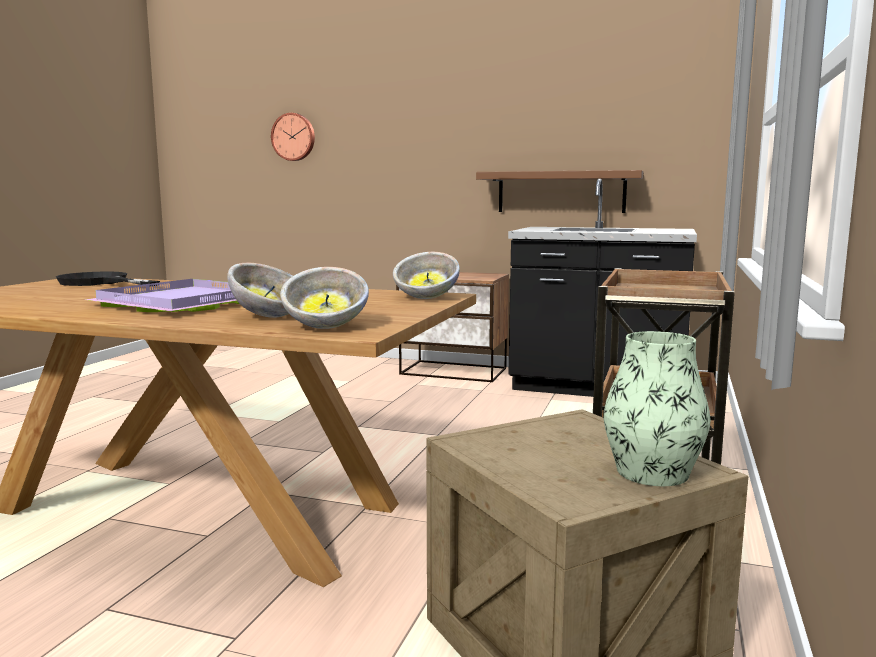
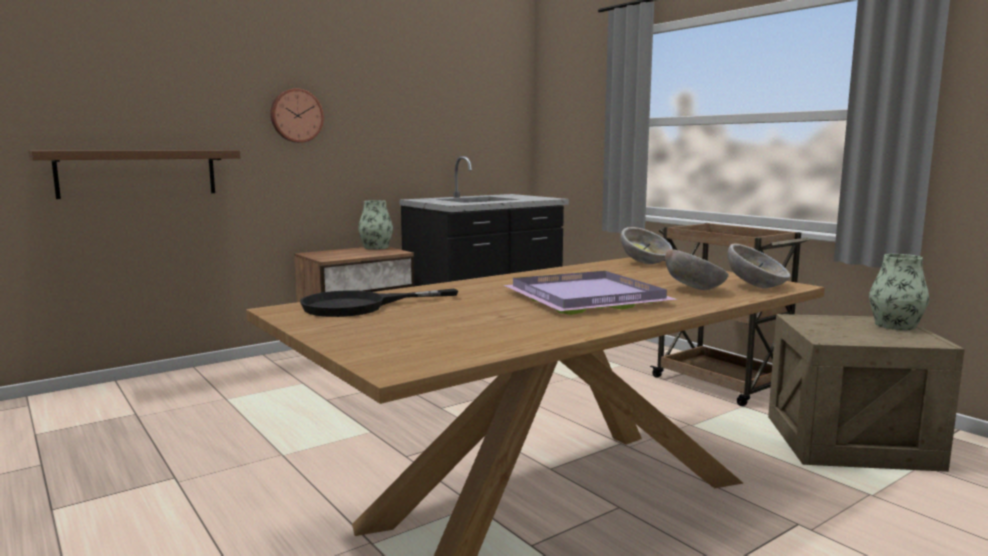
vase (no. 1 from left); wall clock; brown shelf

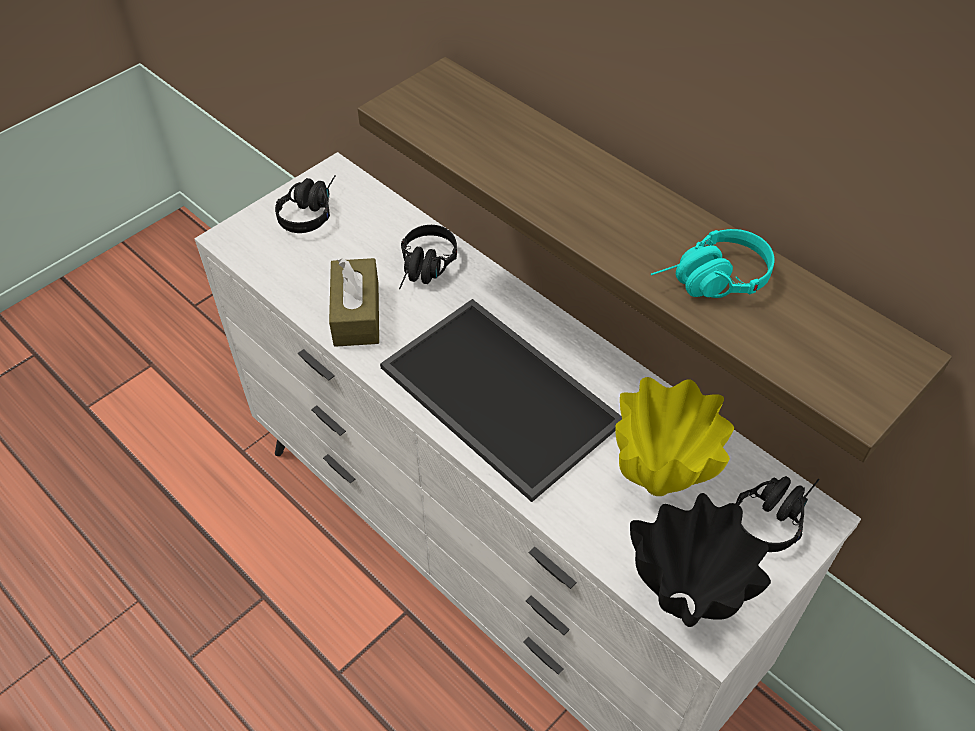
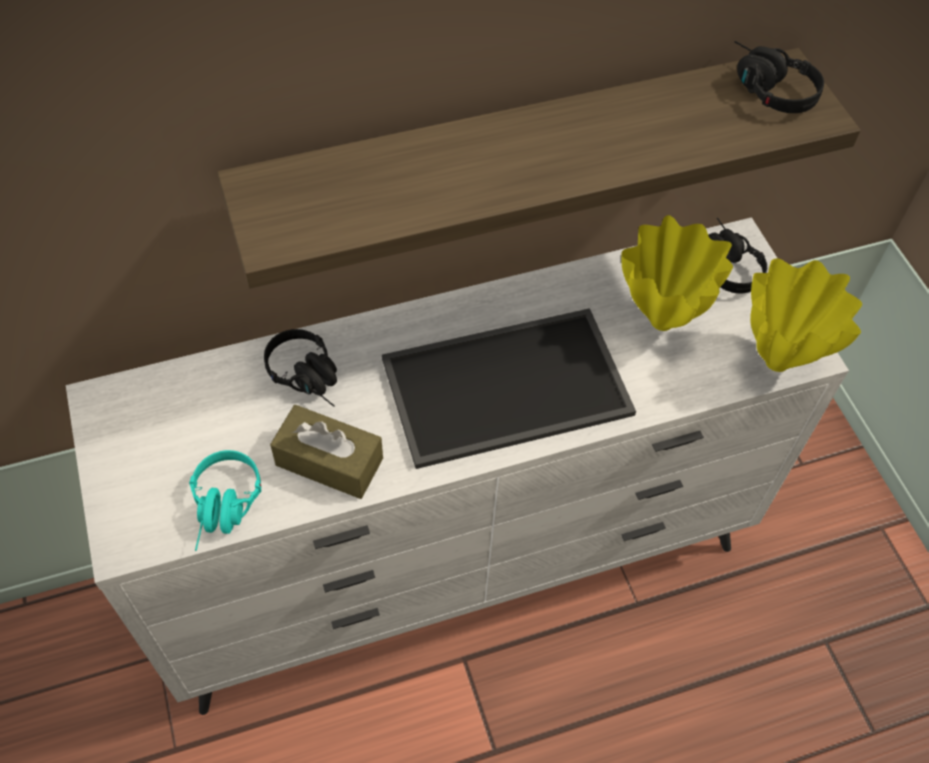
black headphones (no. 3 from left); turquoise headphones; yellow vase (no. 2 from left)

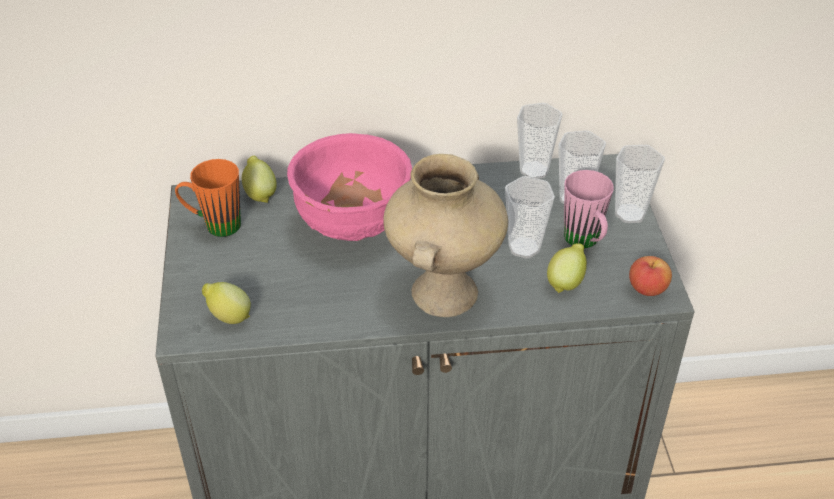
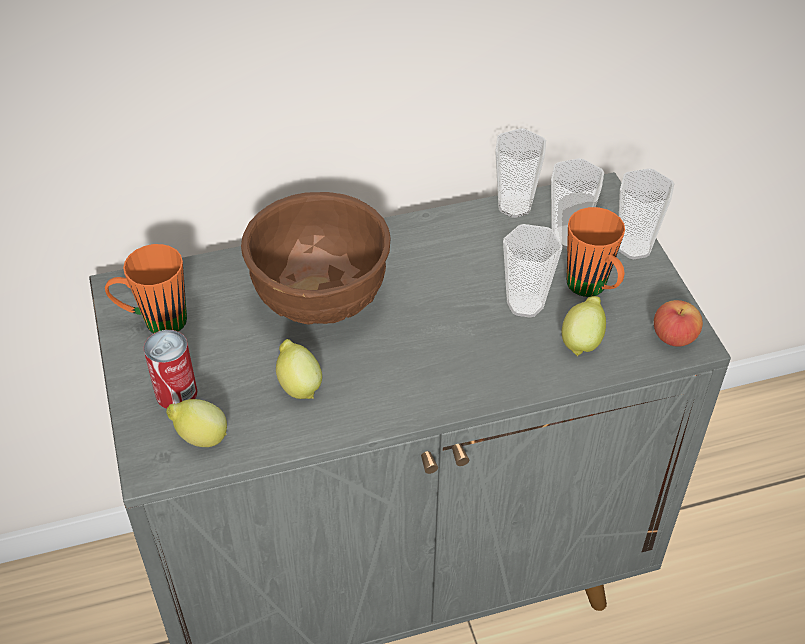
beige vase; can; lemon (no. 2 from left); brown bowl; orange mug (no. 2 from left)

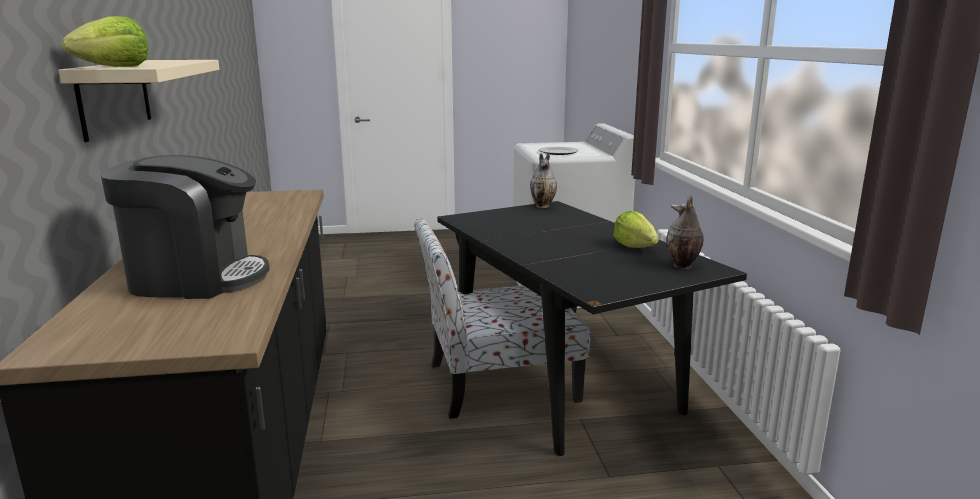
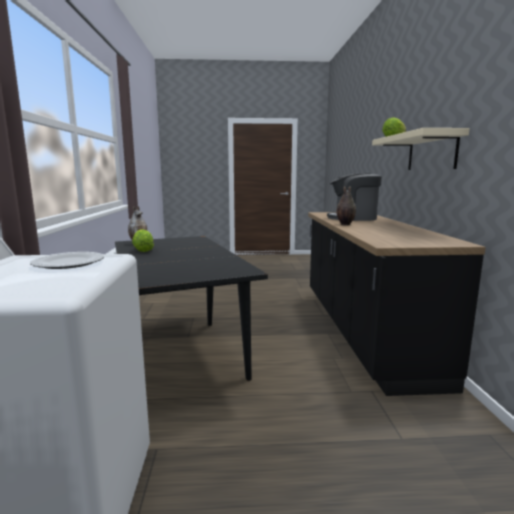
chair; vase (no. 2 from left)

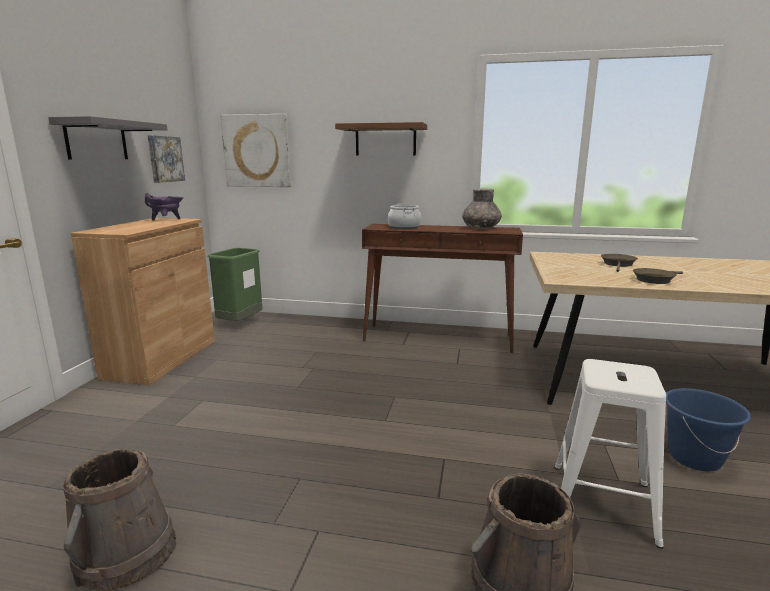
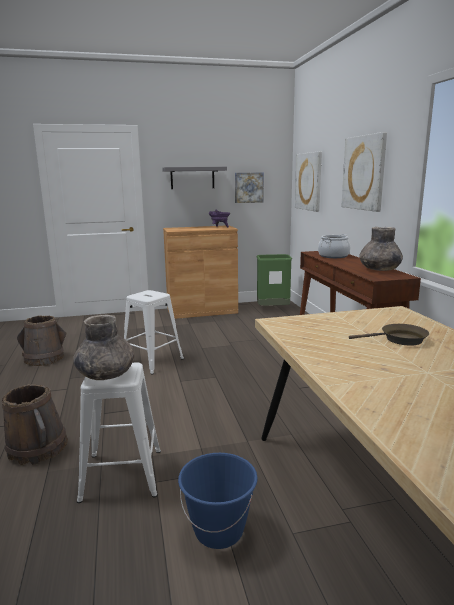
brown frying pan (no. 2 from left in the first image); grey vase (no. 1 from left); white stool (no. 2 from left); picture (no. 3 from left)

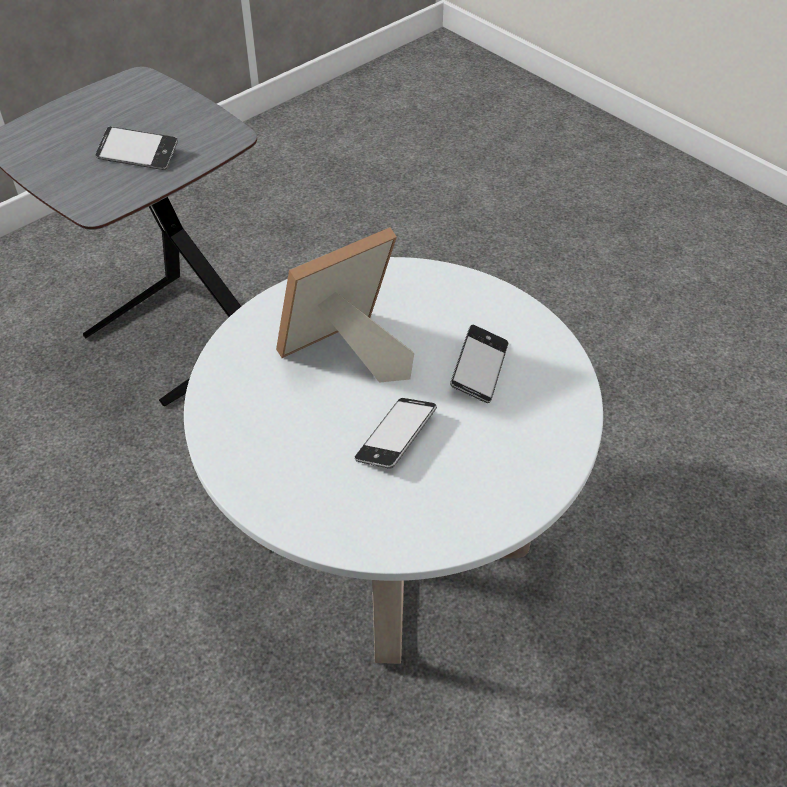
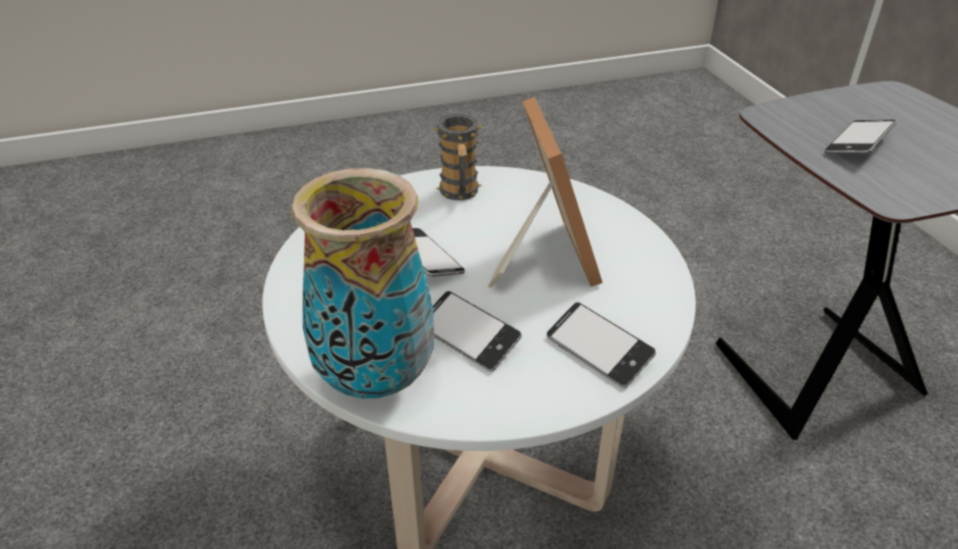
vase; mug; phone (no. 3 from left)

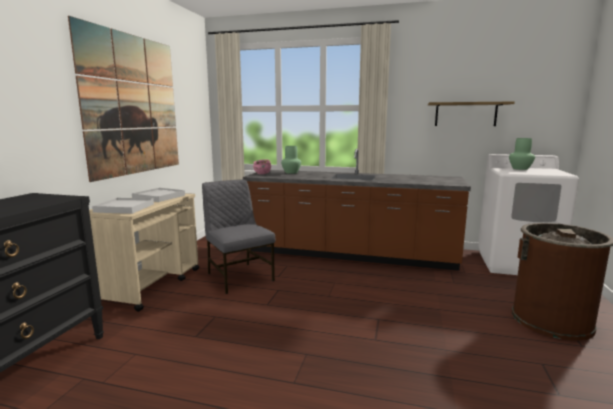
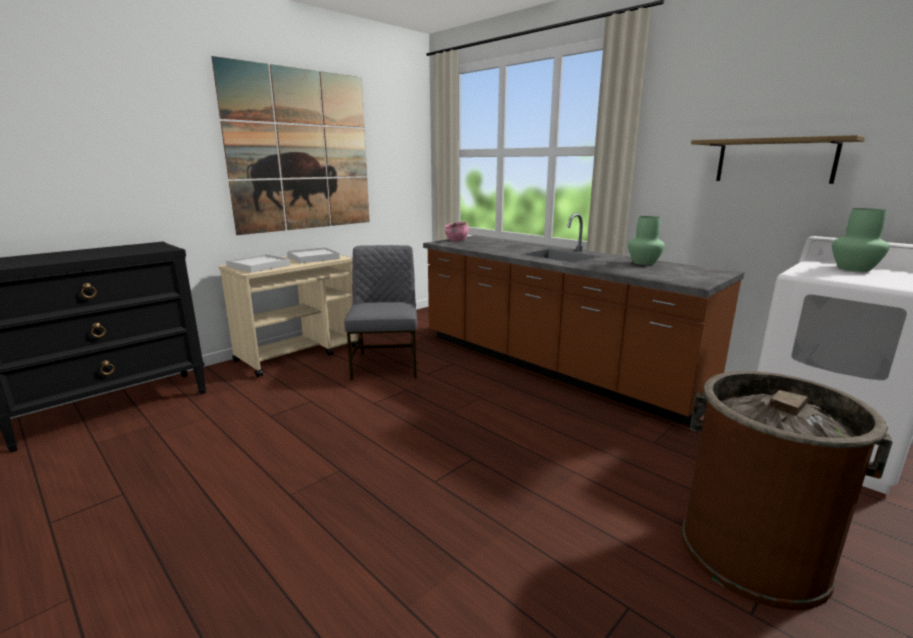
green vase (no. 1 from left)

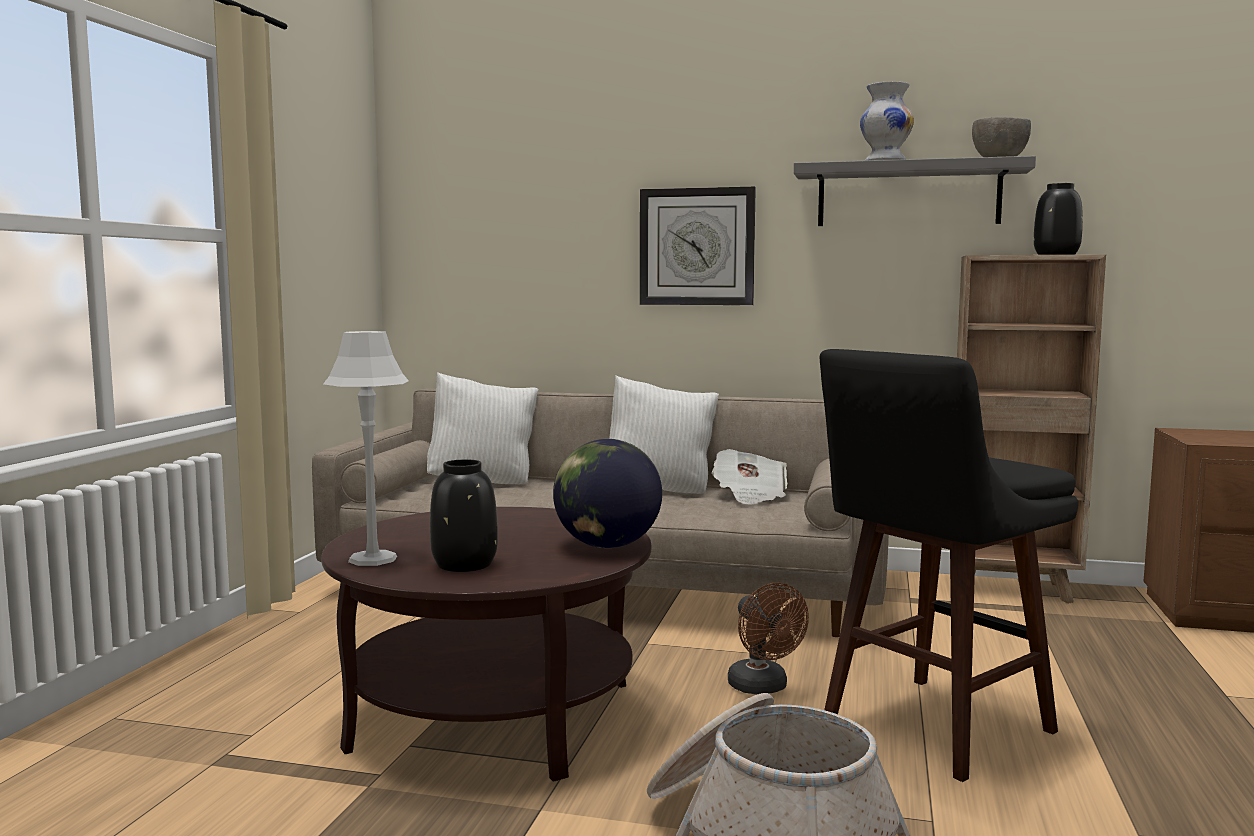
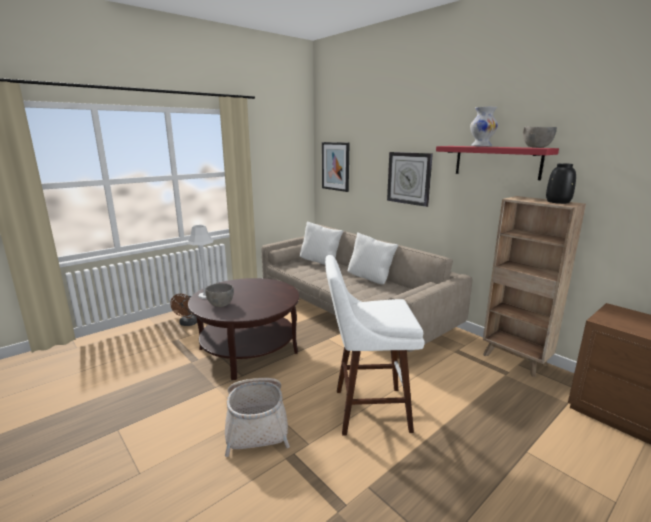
globe; newspaper; picture; brown fan; grey bowl (no. 1 from left); red shelf; white stool

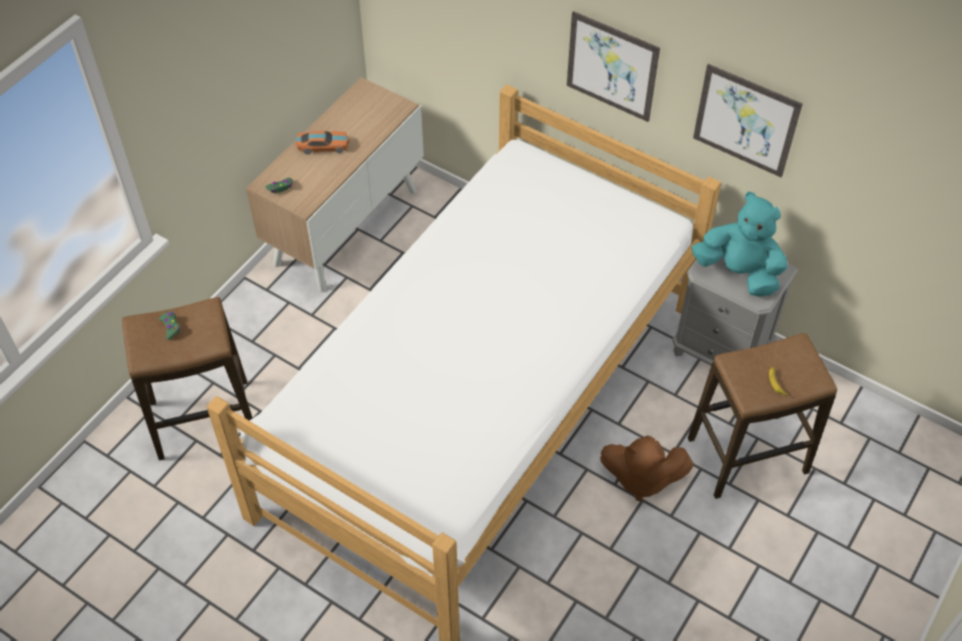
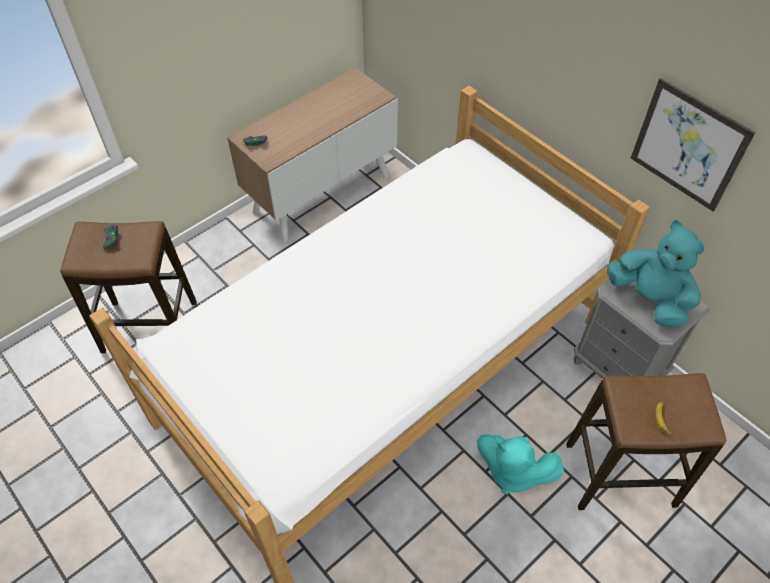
toy car; picture (no. 1 from left in the first image); turquoise plush toy (no. 1 from left)

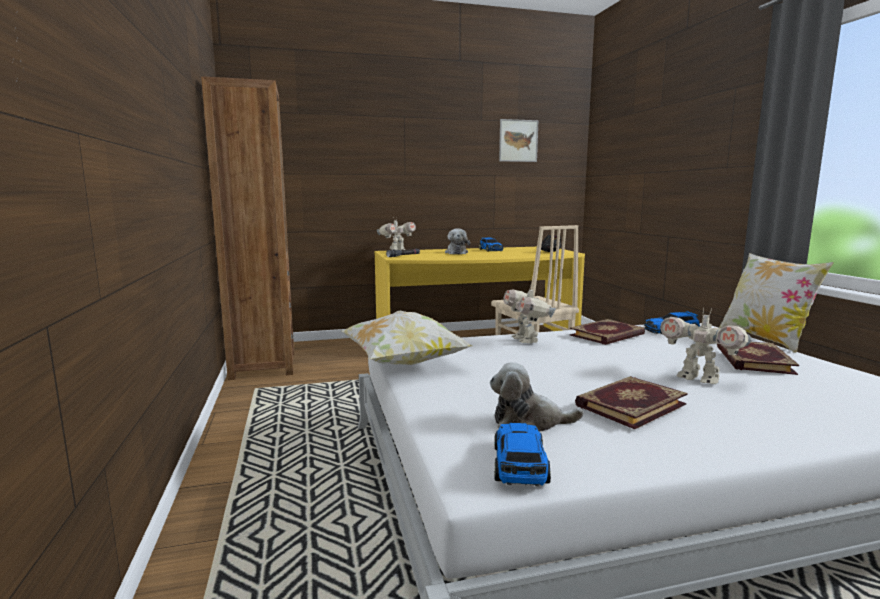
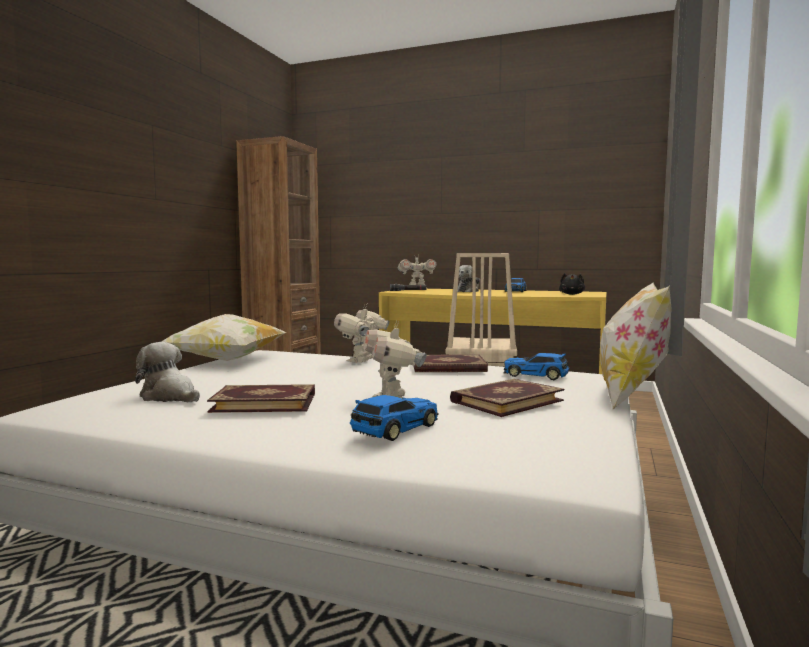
picture; toy car (no. 1 from left)

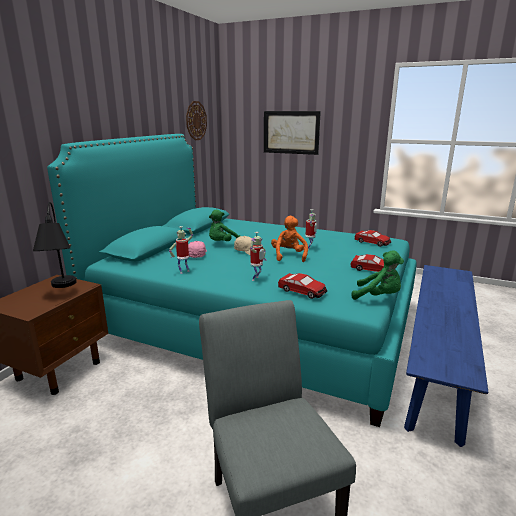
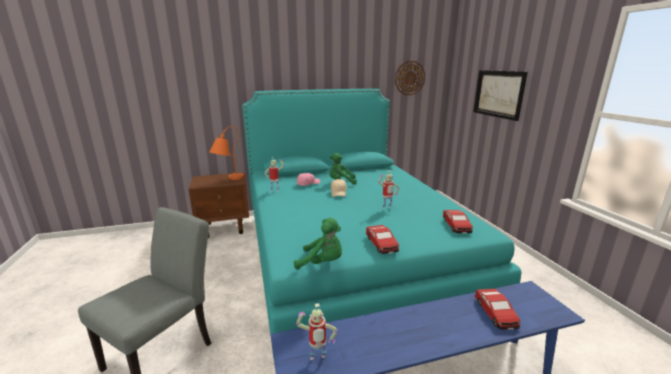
orange plush toy; toy robot (no. 2 from left); toy car (no. 3 from left); orange table lamp; green plush toy (no. 1 from left)

